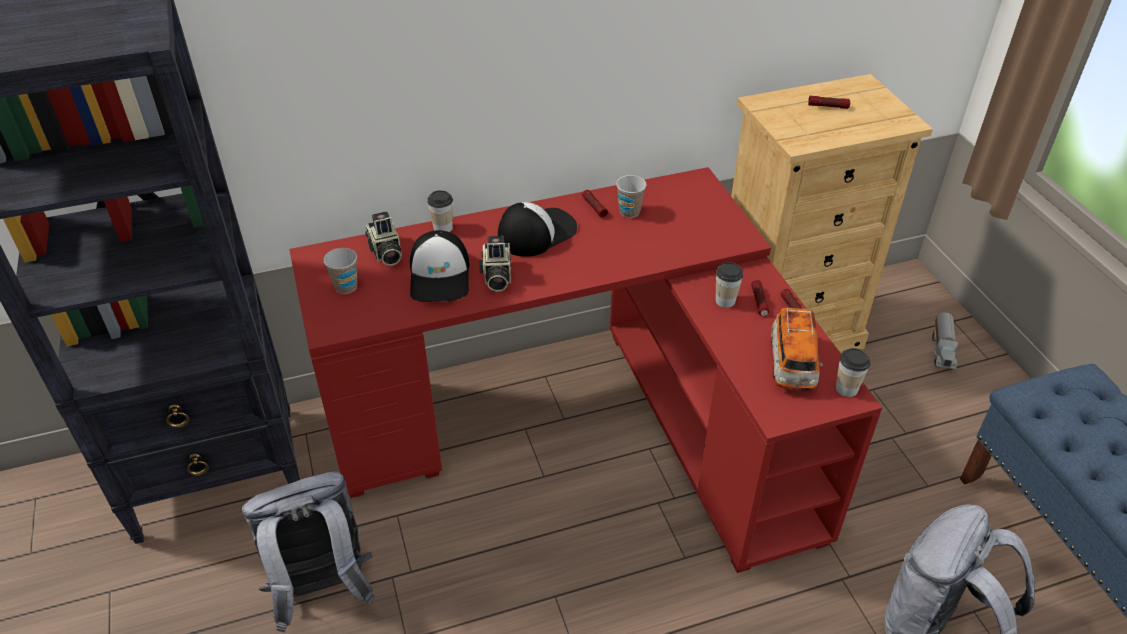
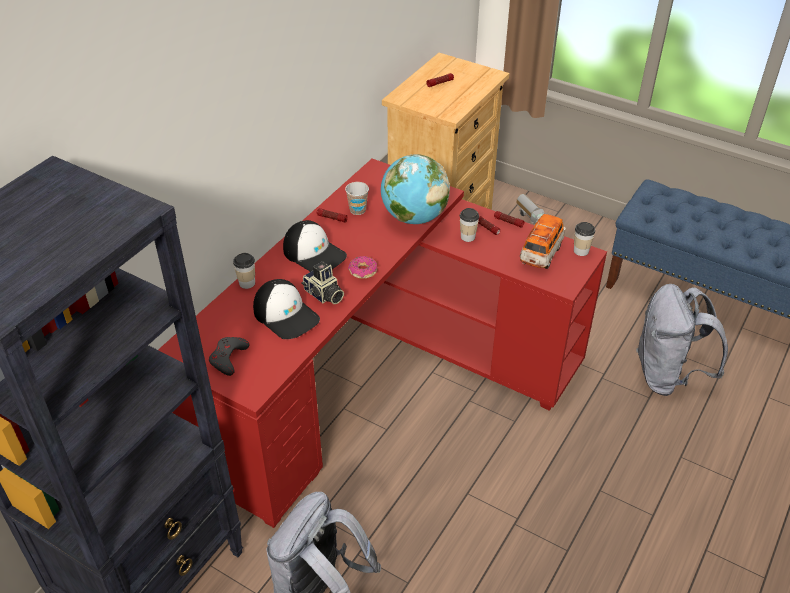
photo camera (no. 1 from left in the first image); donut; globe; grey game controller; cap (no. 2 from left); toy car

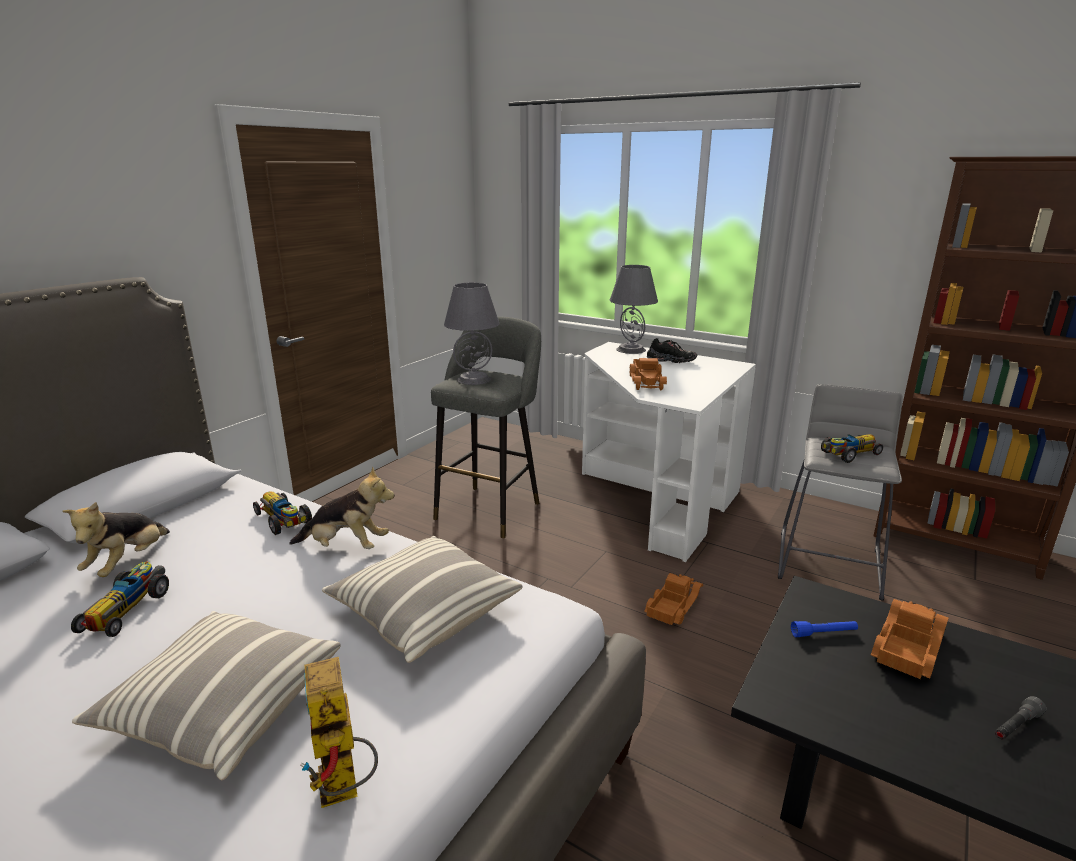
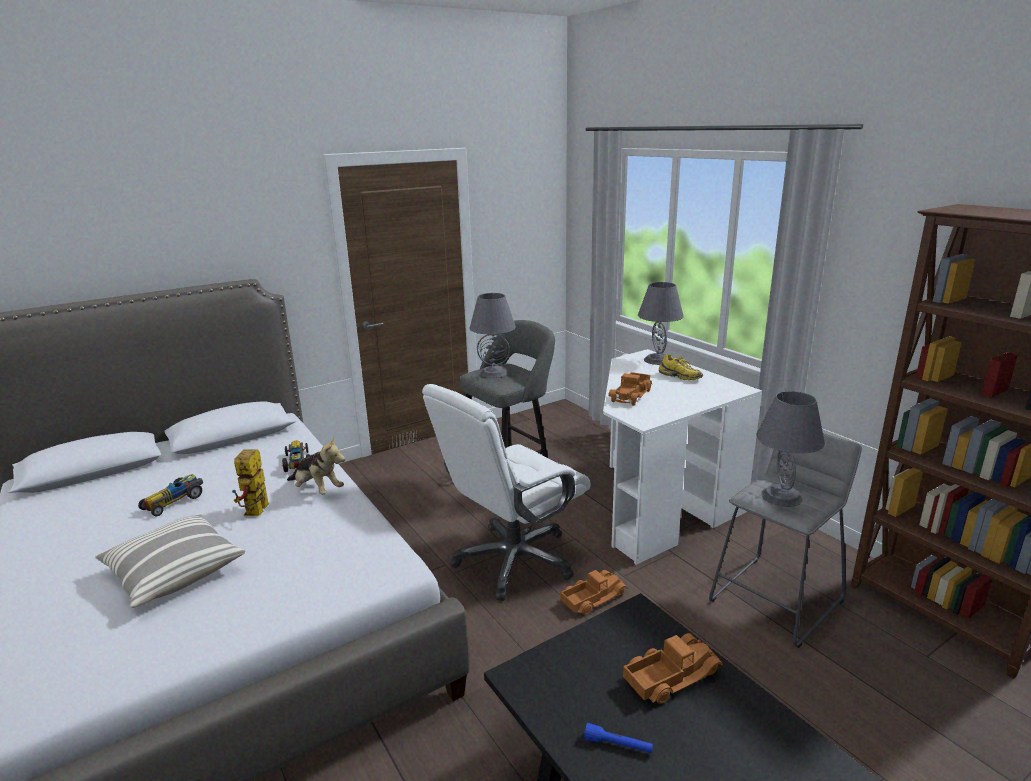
plush toy (no. 1 from left in the first image); pillow (no. 2 from left in the first image); grey flashlight; white office chair; toy robot; blue flashlight; grey table lamp (no. 3 from left); yellow shoe

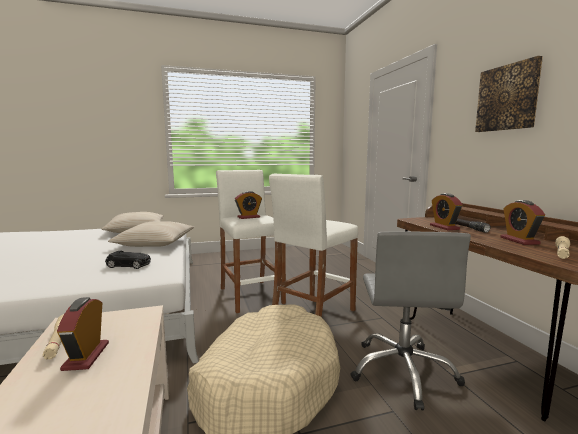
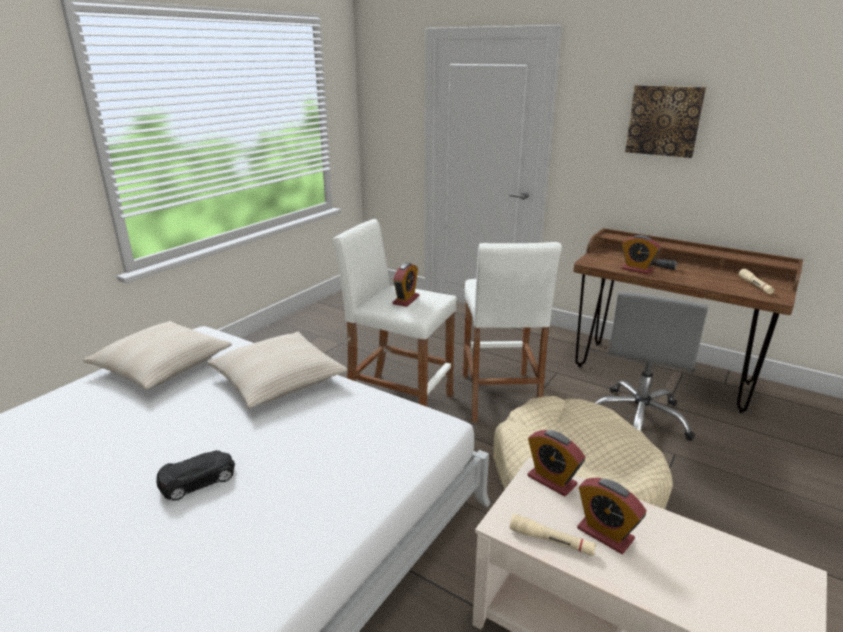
black toy car; alarm clock (no. 2 from left); grey office chair

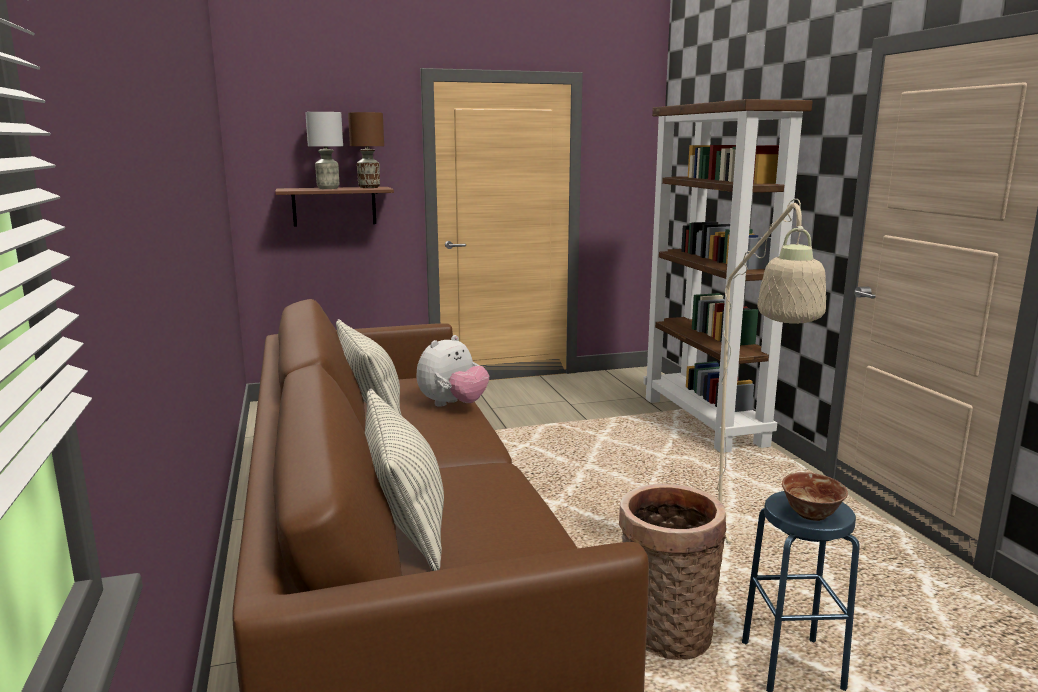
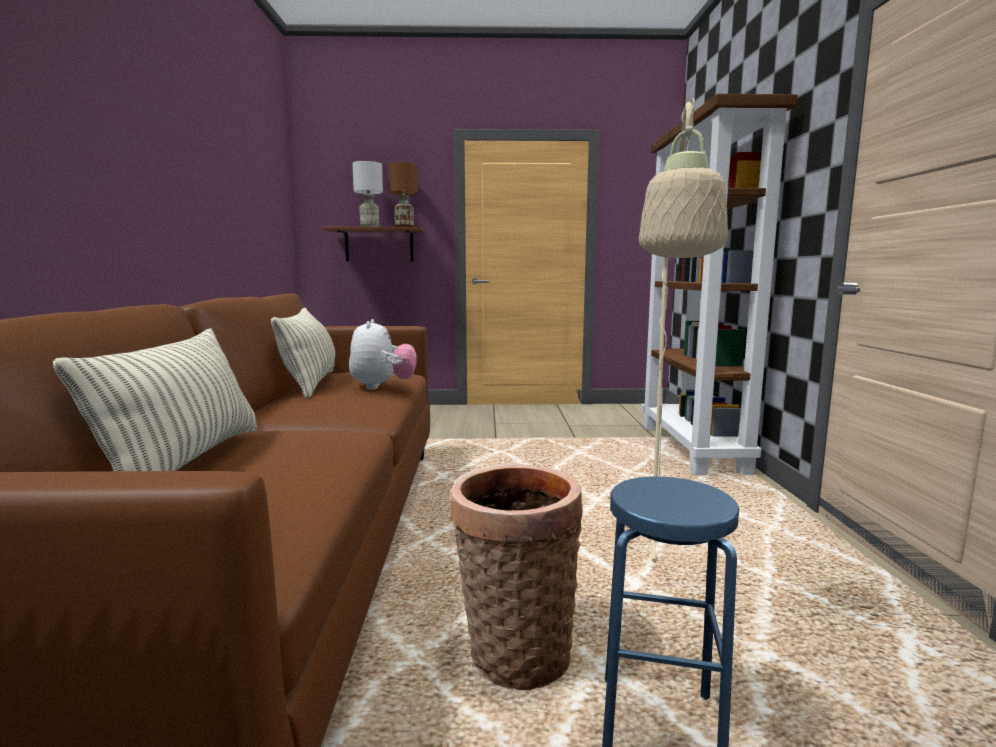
bowl; plush toy

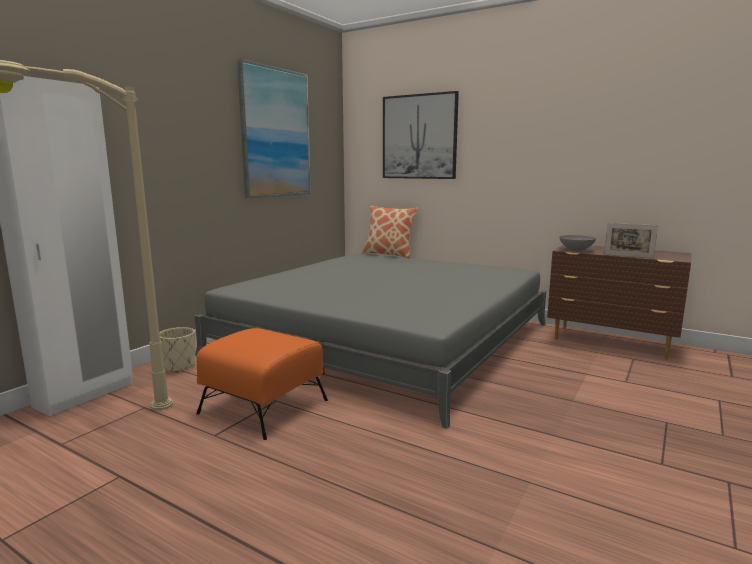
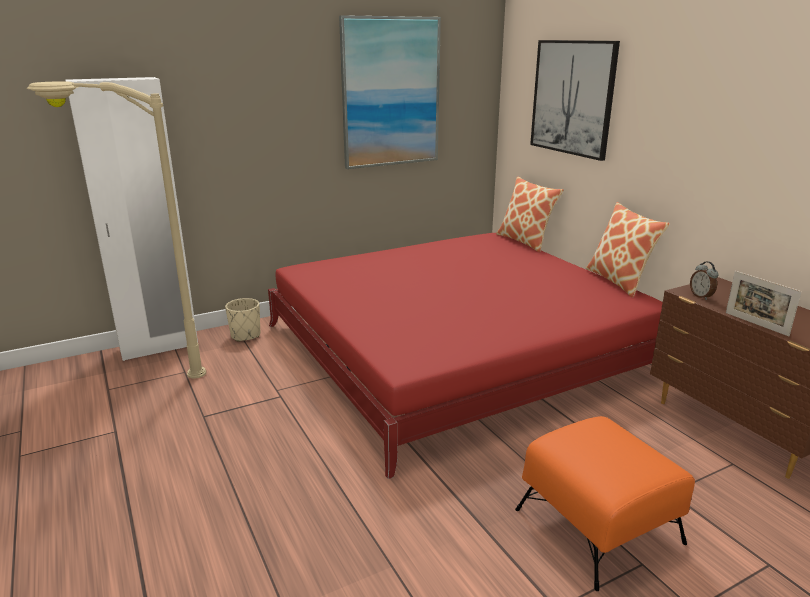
pillow (no. 2 from left); orange ottoman; alarm clock; red bed

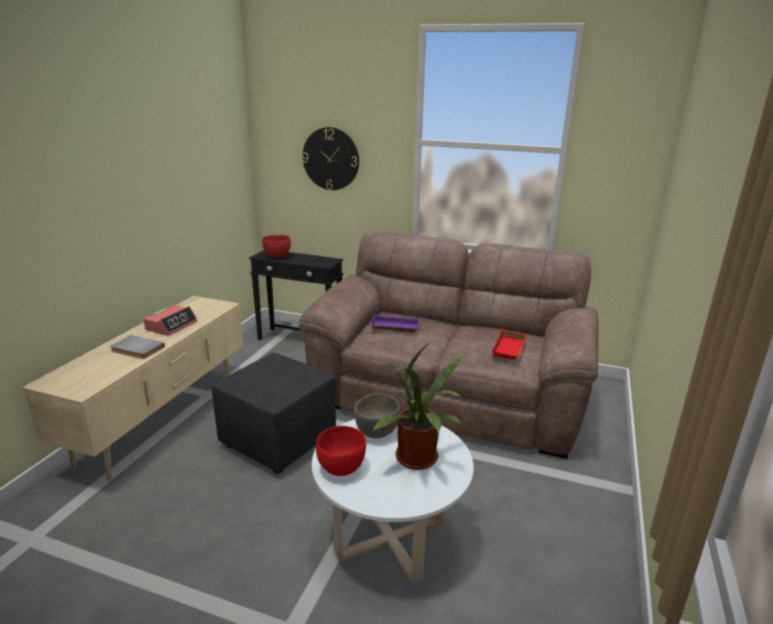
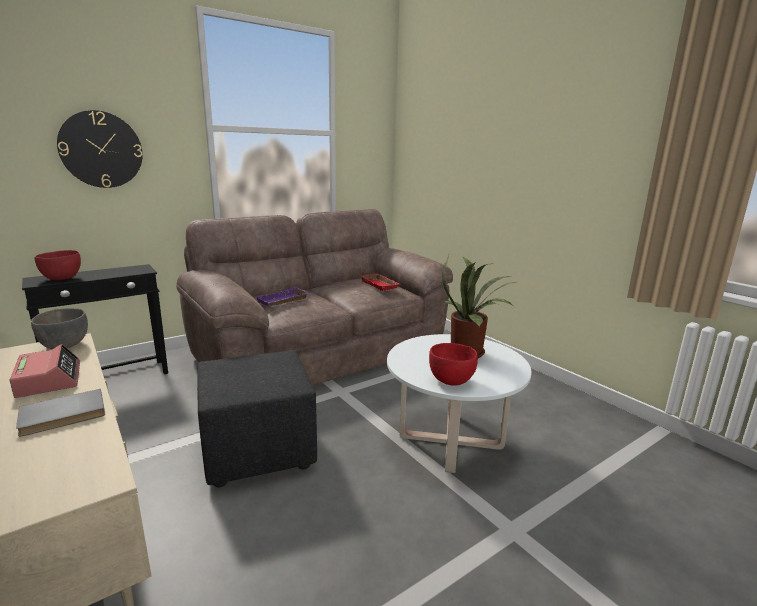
grey bowl

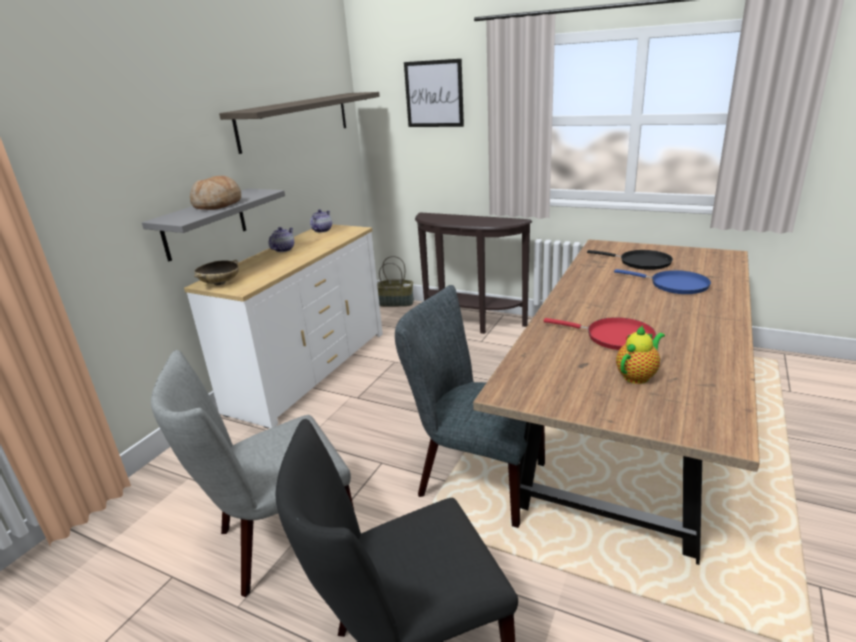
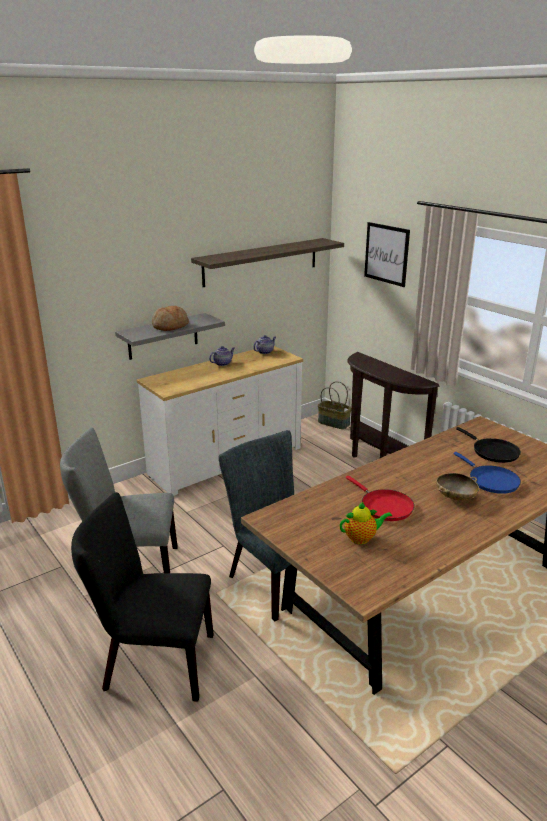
beige bowl

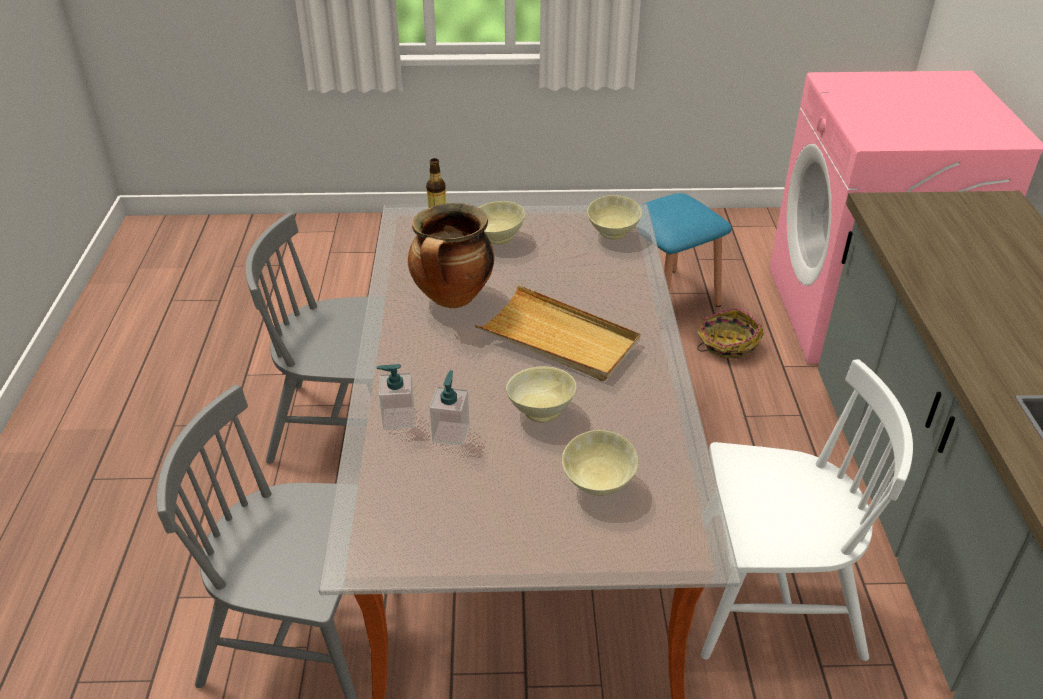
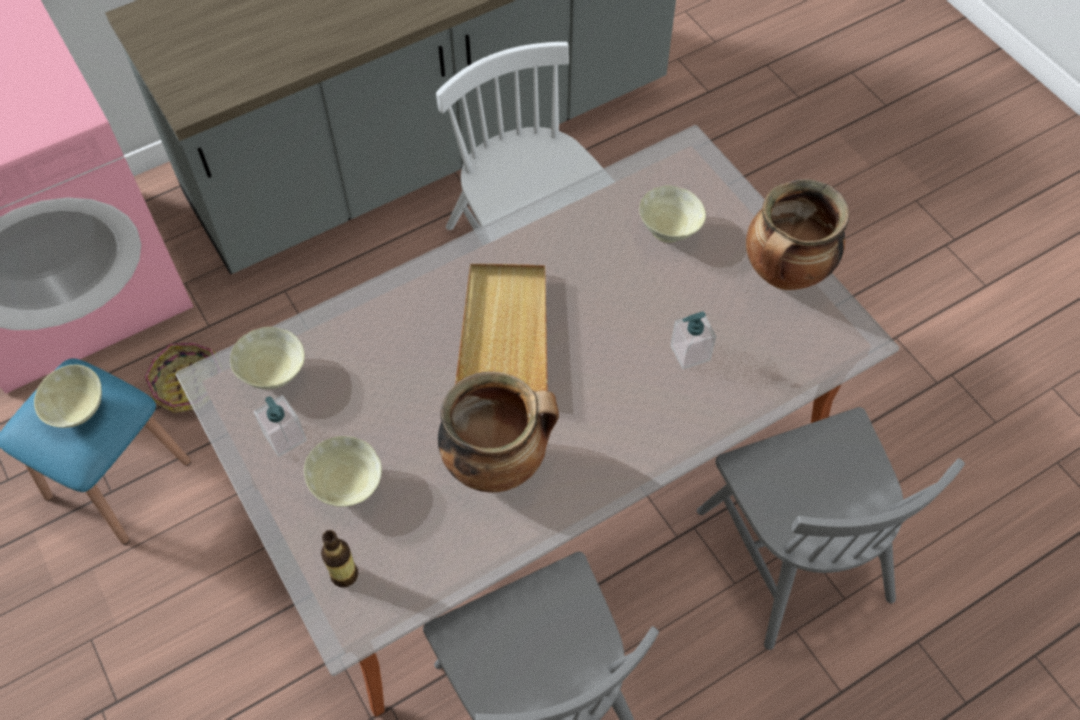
cooking pot (no. 2 from left); soap dispenser (no. 1 from left); beige bowl (no. 1 from left)

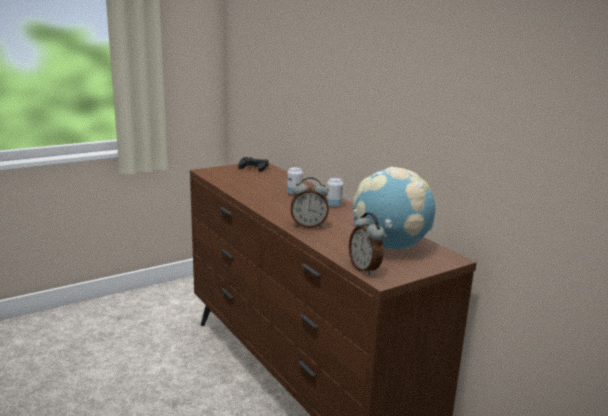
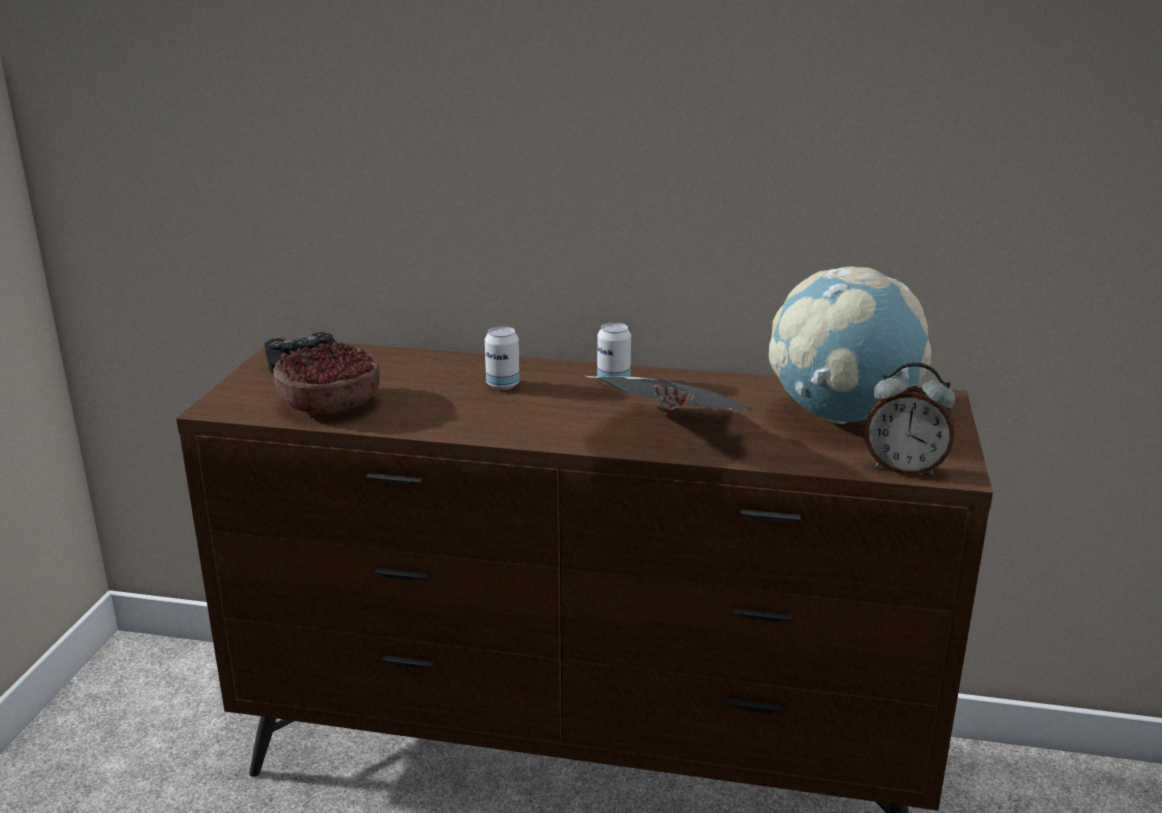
bowl; newspaper

